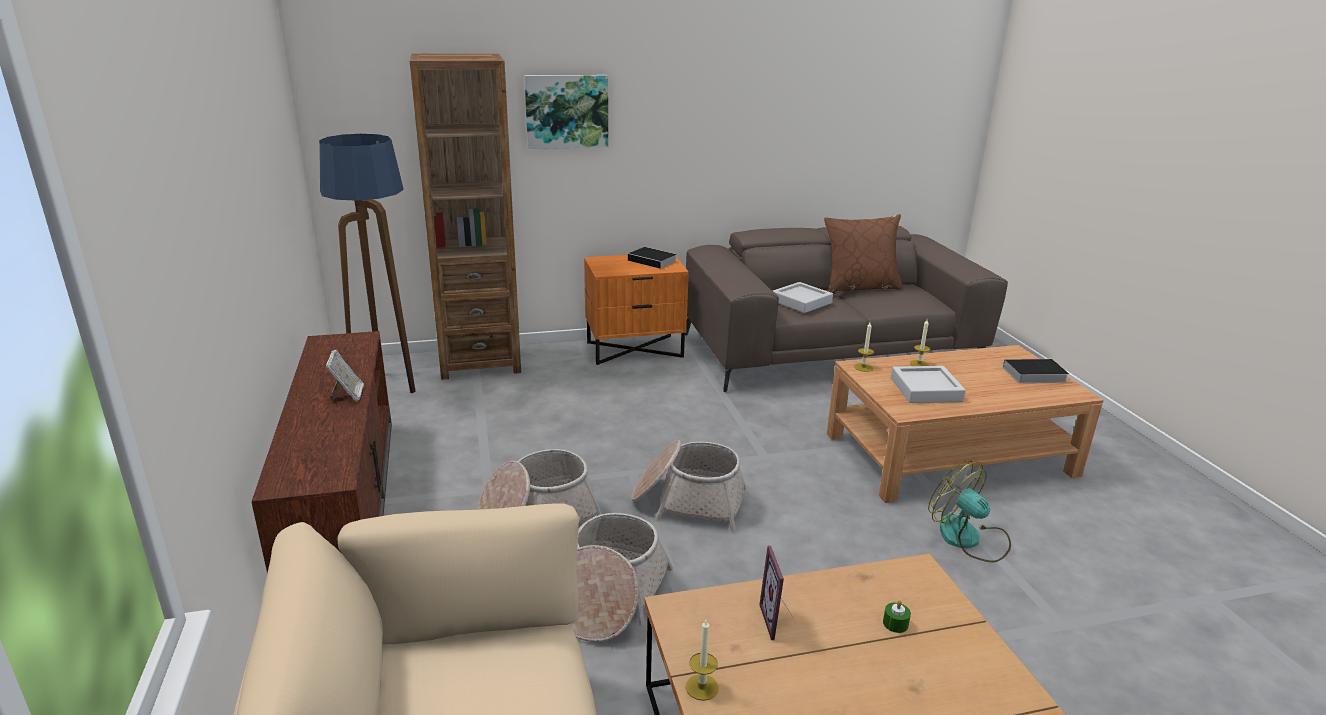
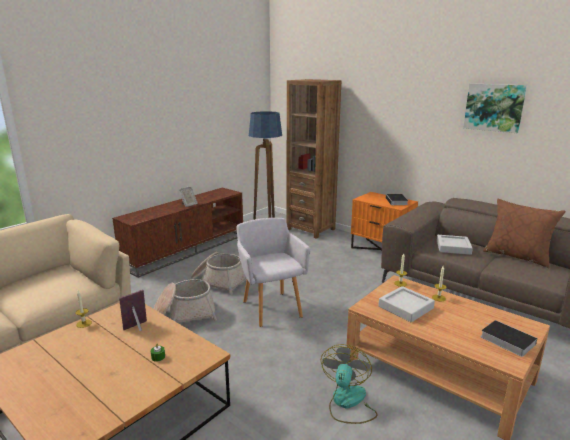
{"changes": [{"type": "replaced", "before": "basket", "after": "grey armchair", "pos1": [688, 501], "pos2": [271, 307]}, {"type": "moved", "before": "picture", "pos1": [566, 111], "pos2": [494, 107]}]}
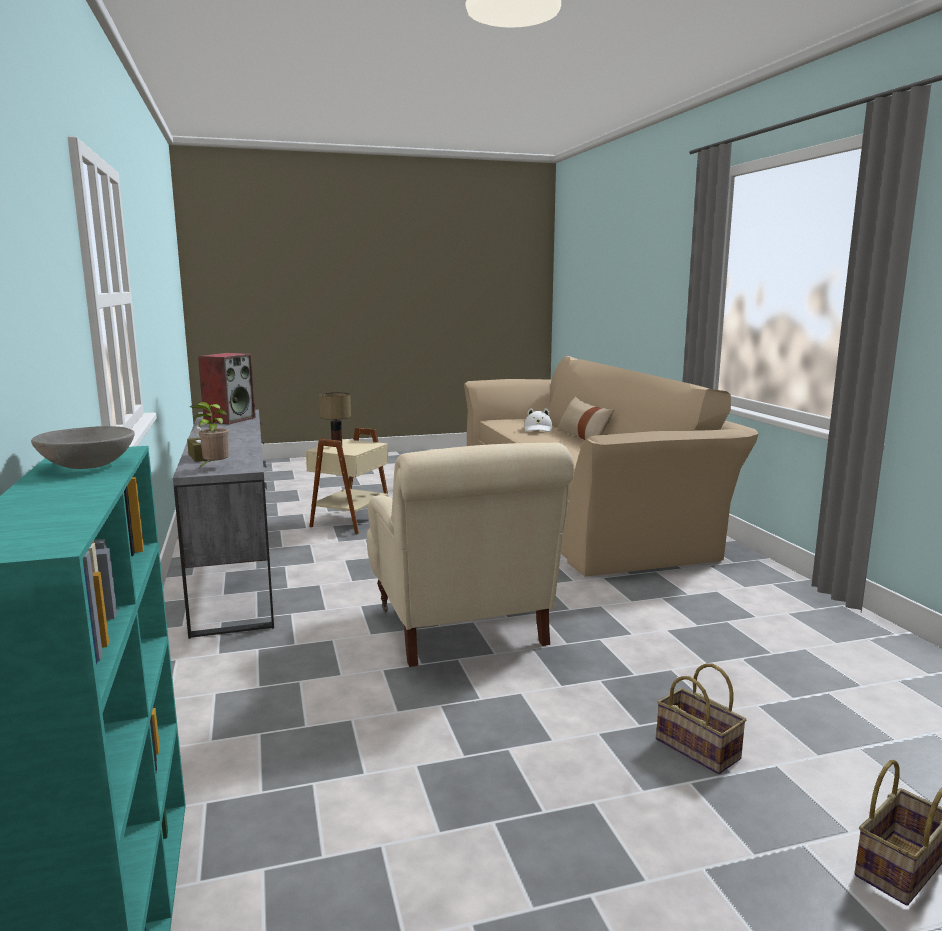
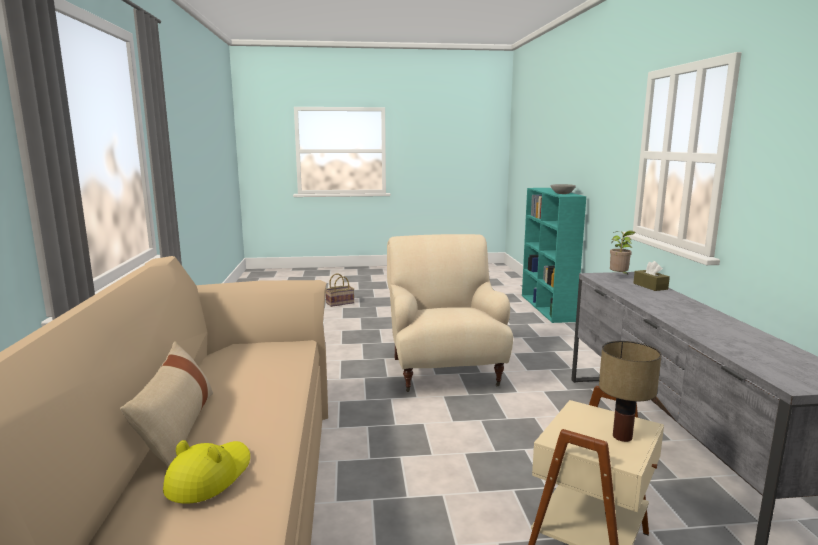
{"changes": [{"type": "recoloured", "before": "white hat", "after": "yellow hat", "pos1": [538, 429], "pos2": [209, 476]}, {"type": "removed", "before": "speaker", "pos1": [230, 419]}, {"type": "removed", "before": "basket", "pos1": [700, 749]}]}
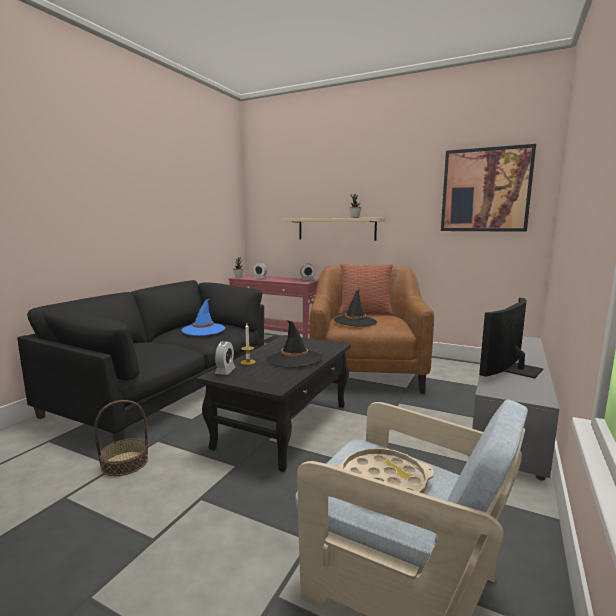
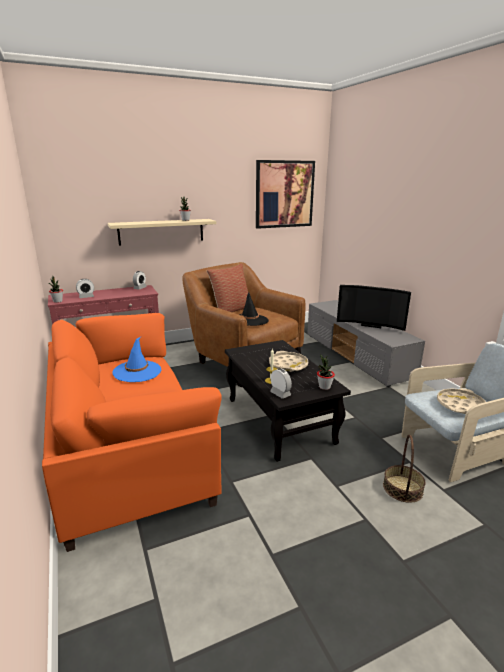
{"changes": [{"type": "recoloured", "before": "black sofa", "after": "orange sofa", "pos1": [166, 388], "pos2": [128, 447]}, {"type": "replaced", "before": "black hat", "after": "beige tray", "pos1": [294, 359], "pos2": [288, 365]}, {"type": "added", "after": "potted plant", "pos2": [324, 387]}, {"type": "turned", "before": "television", "pos1": [515, 368], "pos2": [371, 325], "turn": -60}, {"type": "moved", "before": "basket", "pos1": [124, 463], "pos2": [403, 488]}]}
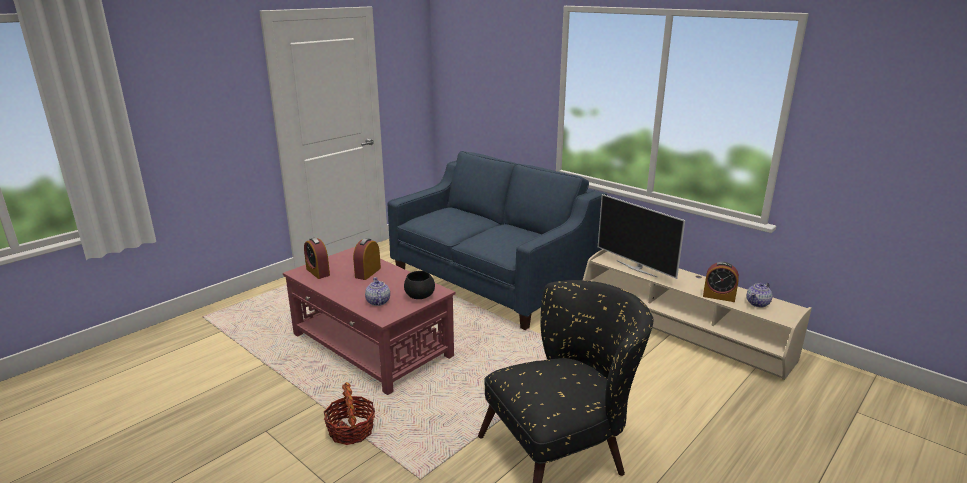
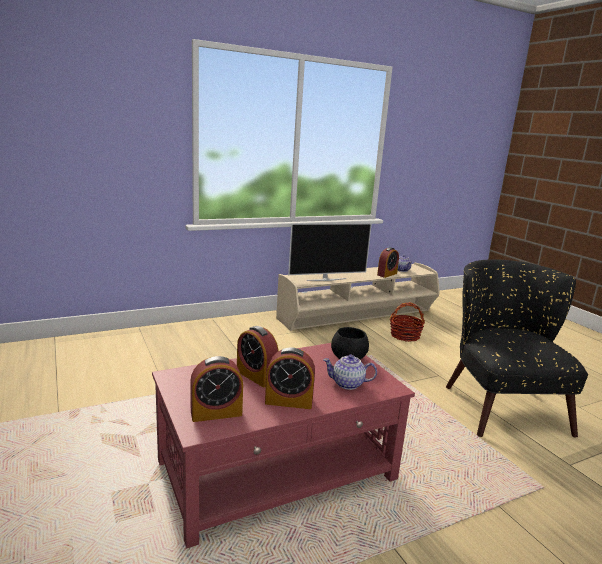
{"changes": [{"type": "added", "after": "alarm clock", "pos2": [289, 401]}, {"type": "moved", "before": "basket", "pos1": [351, 430], "pos2": [405, 335]}, {"type": "removed", "before": "blue sofa", "pos1": [492, 280]}]}
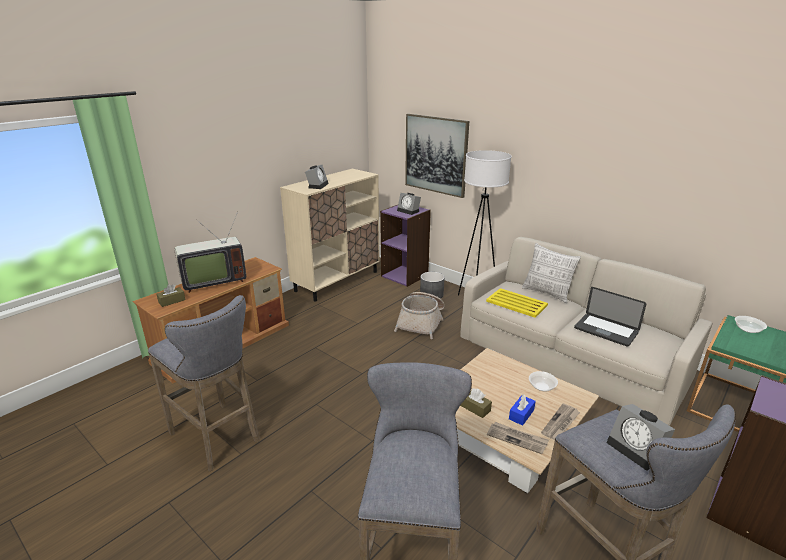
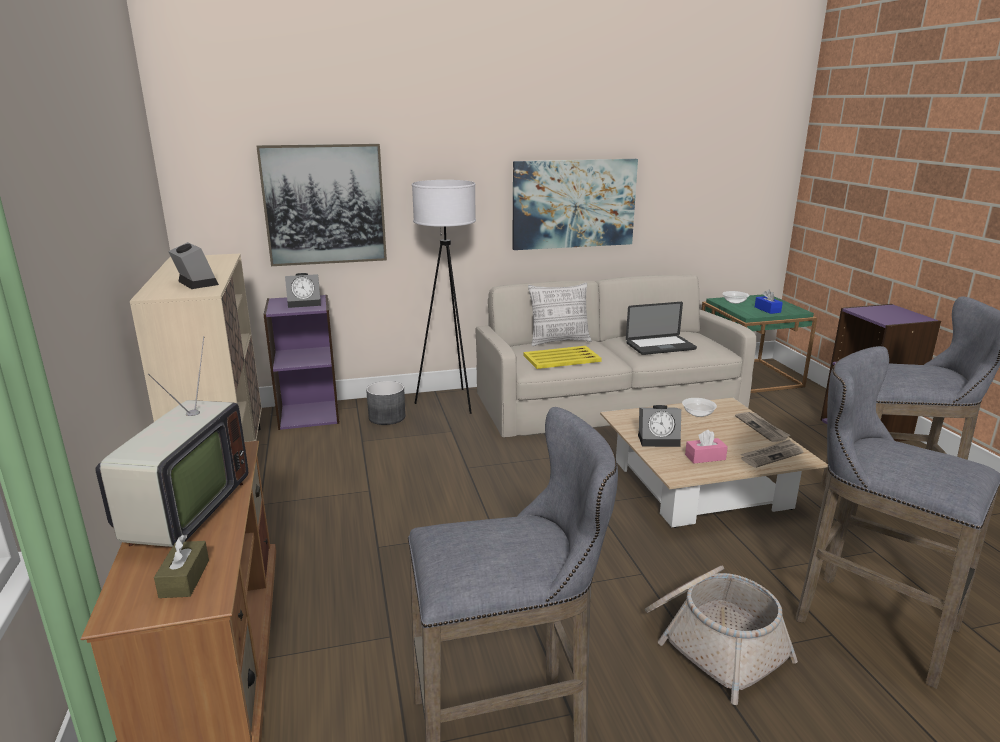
{"changes": [{"type": "added", "after": "picture", "pos2": [574, 204]}, {"type": "moved", "before": "alarm clock", "pos1": [637, 450], "pos2": [659, 439]}, {"type": "moved", "before": "basket", "pos1": [421, 322], "pos2": [712, 642]}, {"type": "recoloured", "before": "brown tissue box", "after": "pink tissue box", "pos1": [475, 408], "pos2": [705, 457]}, {"type": "moved", "before": "blue tissue box", "pos1": [521, 414], "pos2": [767, 310]}]}
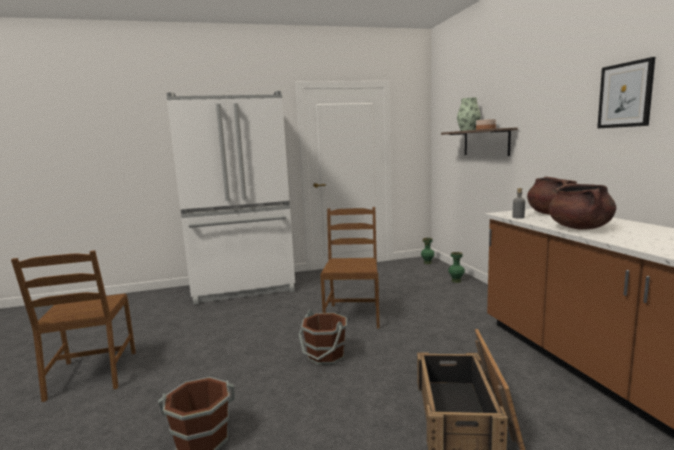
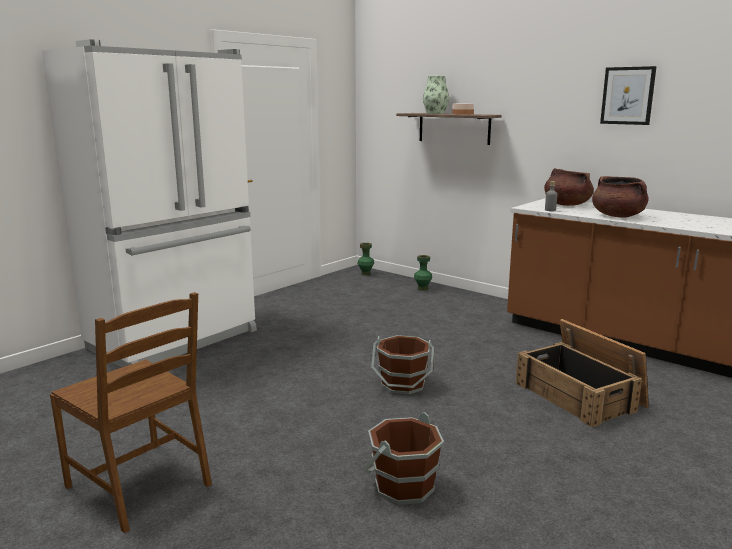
{"changes": [{"type": "removed", "before": "brown chair", "pos1": [353, 315]}]}
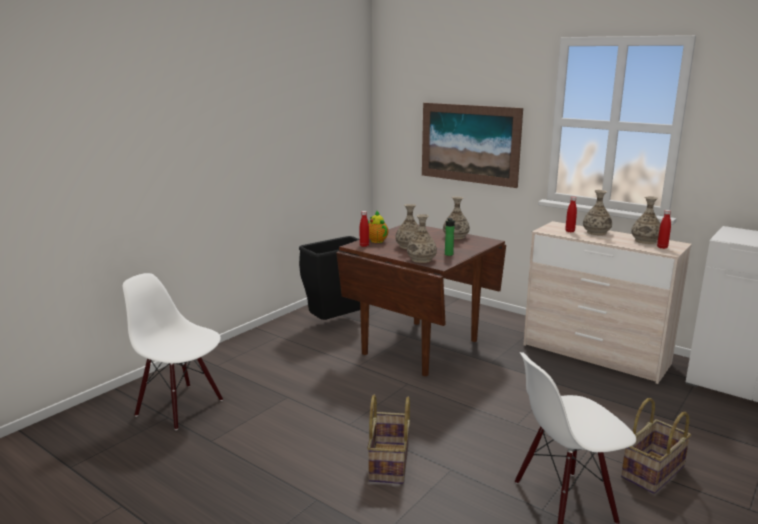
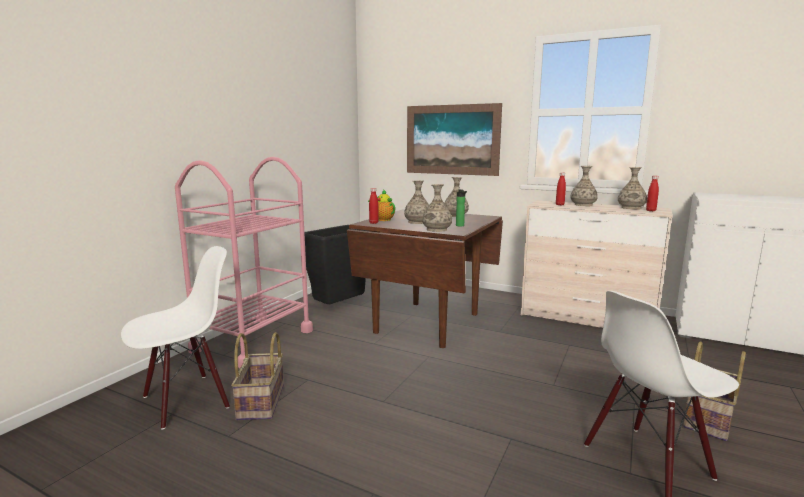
{"changes": [{"type": "turned", "before": "white chair", "pos1": [180, 407], "pos2": [186, 400], "turn": 120}, {"type": "added", "after": "pink cart", "pos2": [253, 341]}, {"type": "moved", "before": "basket", "pos1": [390, 463], "pos2": [262, 402]}]}
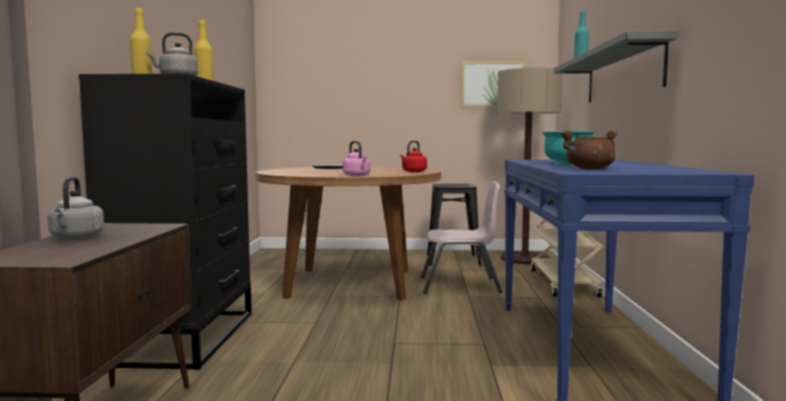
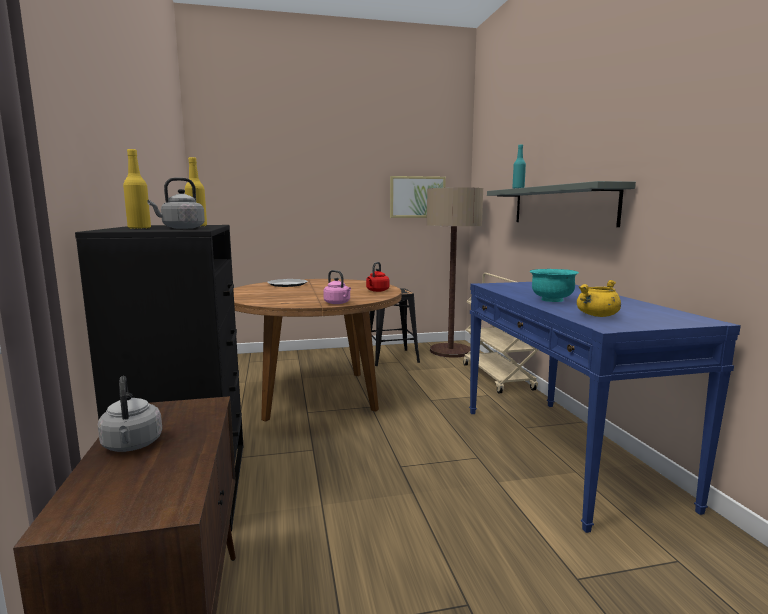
{"changes": [{"type": "recoloured", "before": "brown cooking pot", "after": "yellow cooking pot", "pos1": [589, 169], "pos2": [597, 316]}, {"type": "removed", "before": "pink chair", "pos1": [460, 285]}]}
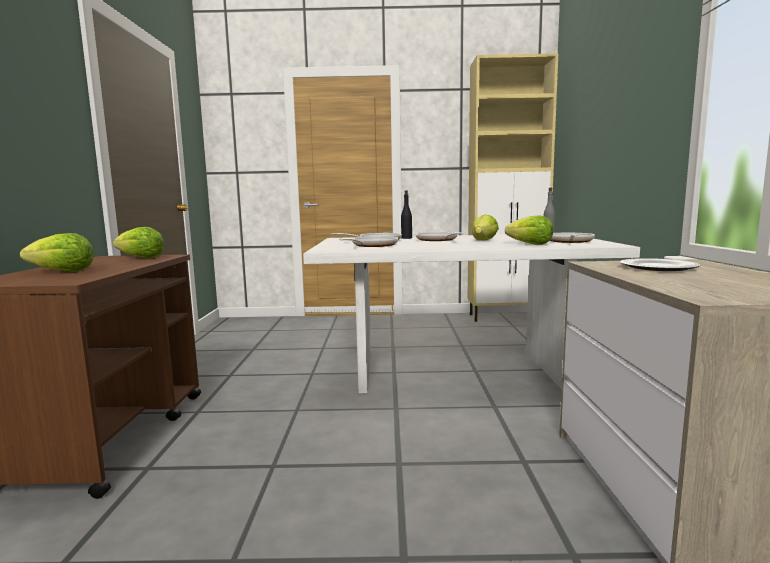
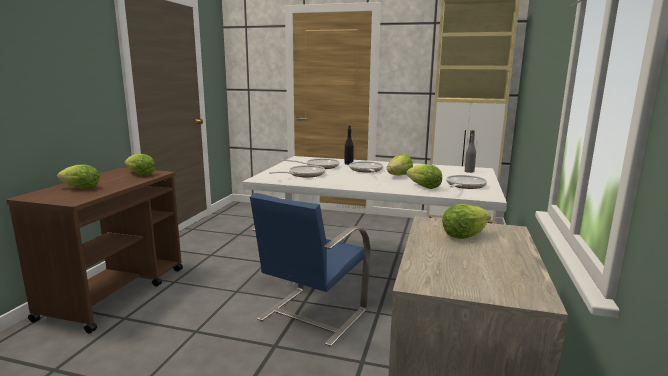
{"changes": [{"type": "added", "after": "blue chair", "pos2": [311, 315]}, {"type": "replaced", "before": "plate", "after": "lettuce", "pos1": [657, 267], "pos2": [463, 235]}]}
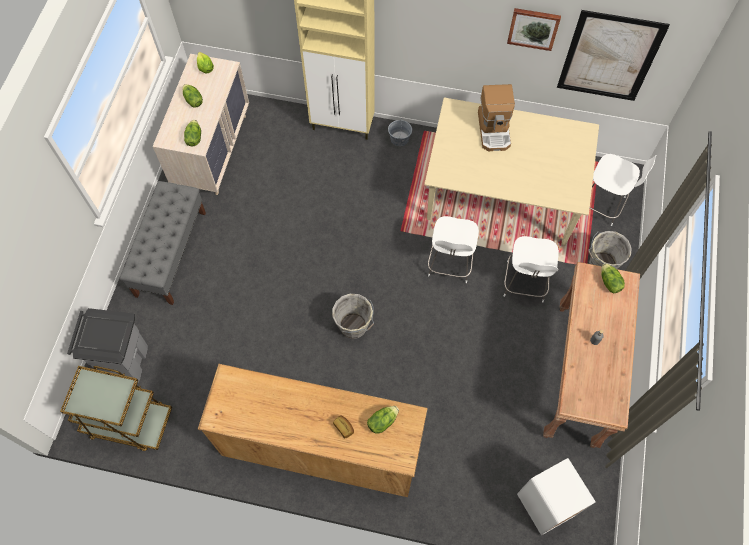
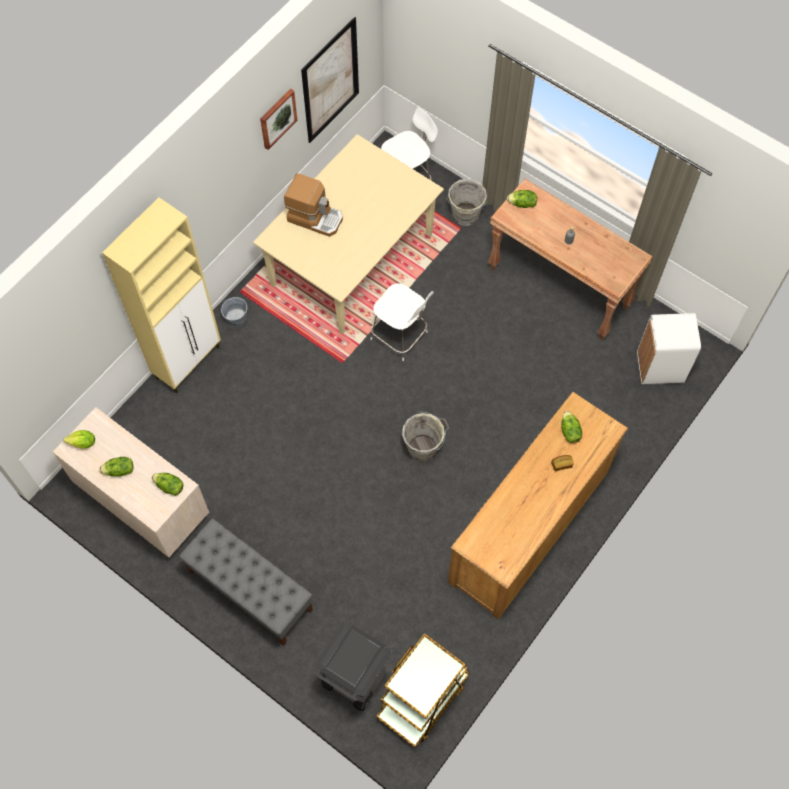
{"changes": [{"type": "removed", "before": "white chair", "pos1": [524, 283]}]}
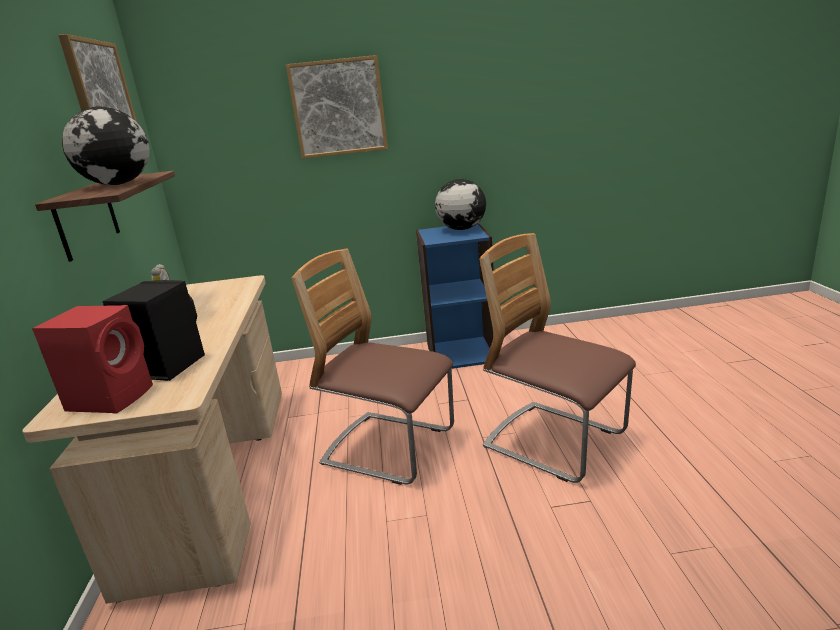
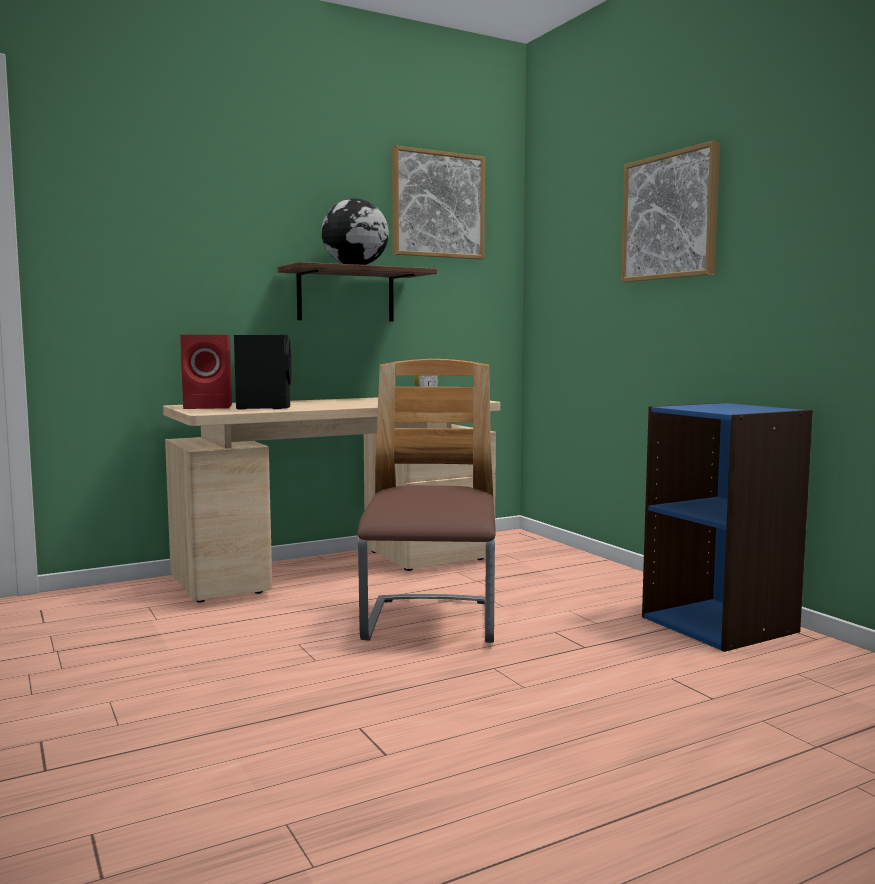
{"changes": [{"type": "removed", "before": "globe", "pos1": [461, 229]}, {"type": "removed", "before": "chair", "pos1": [554, 442]}]}
